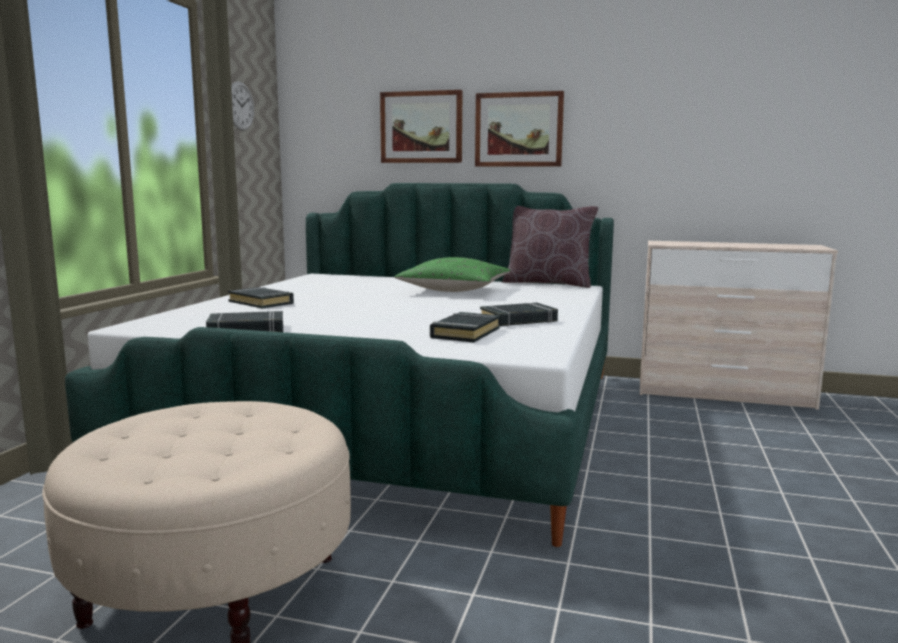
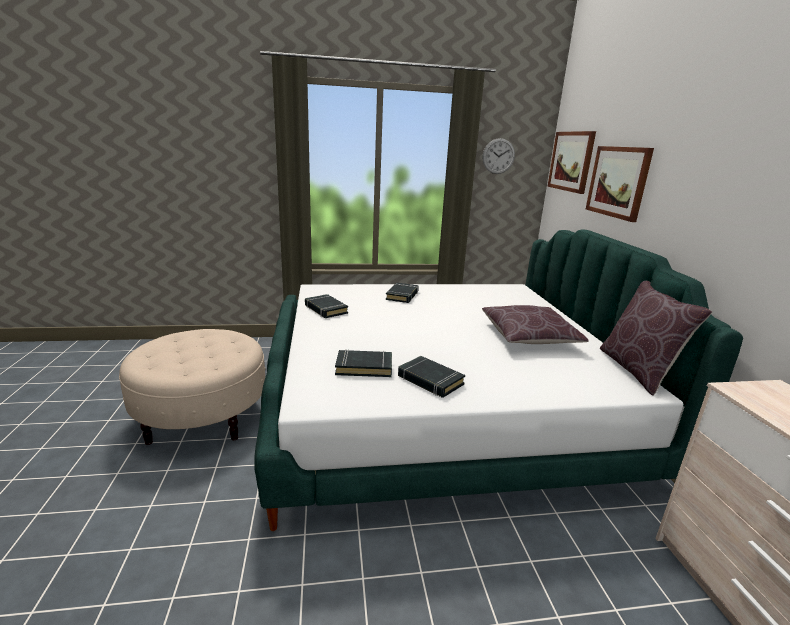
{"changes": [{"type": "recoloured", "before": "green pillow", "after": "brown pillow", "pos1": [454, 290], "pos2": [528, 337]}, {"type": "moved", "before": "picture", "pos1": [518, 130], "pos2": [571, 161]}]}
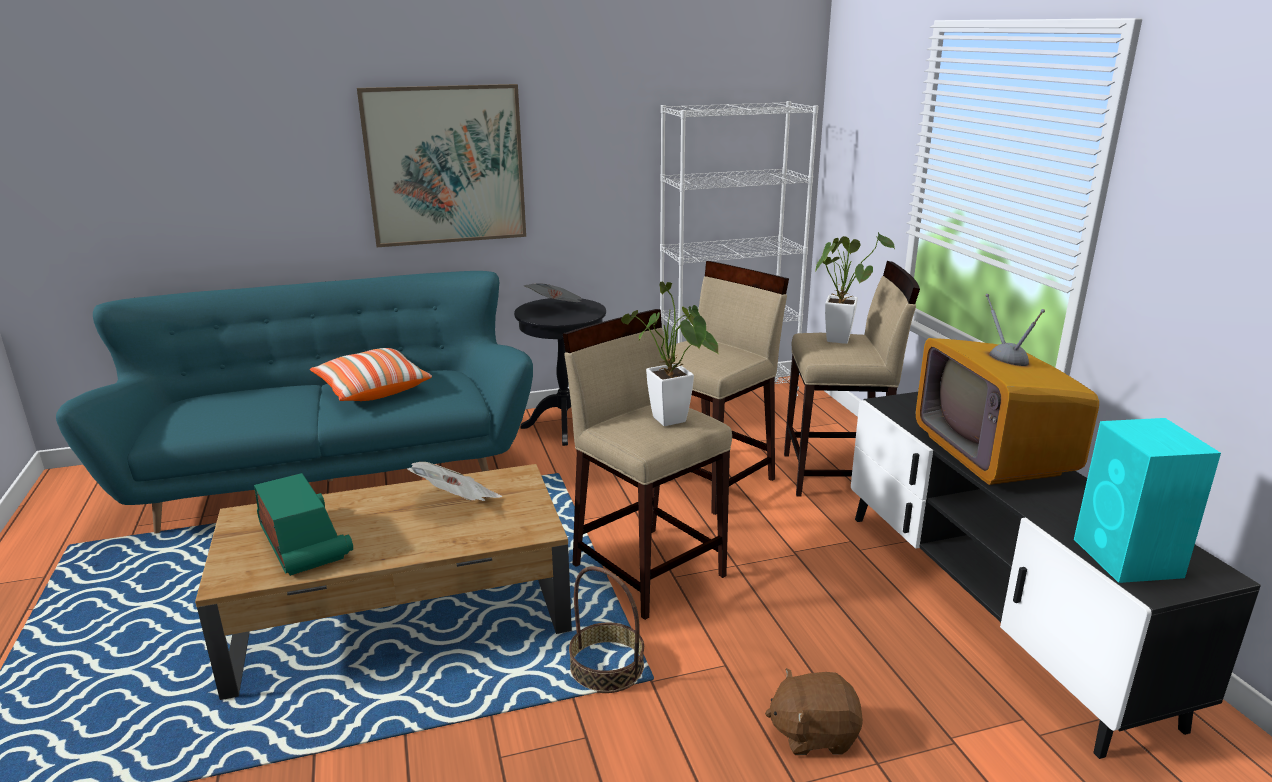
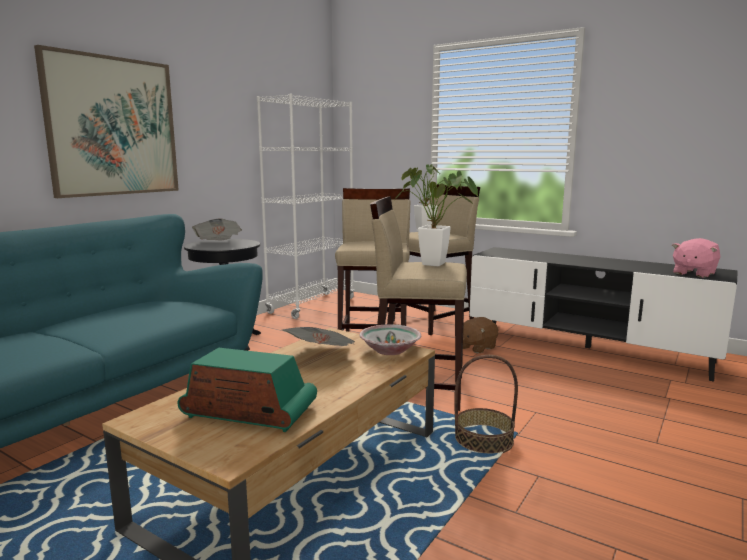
{"changes": [{"type": "added", "after": "bowl", "pos2": [390, 351]}, {"type": "moved", "before": "brown plush toy", "pos1": [813, 733], "pos2": [476, 347]}, {"type": "replaced", "before": "turquoise speaker", "after": "pink plush toy", "pos1": [1128, 559], "pos2": [693, 273]}, {"type": "removed", "before": "pillow", "pos1": [371, 390]}, {"type": "removed", "before": "television", "pos1": [992, 455]}]}
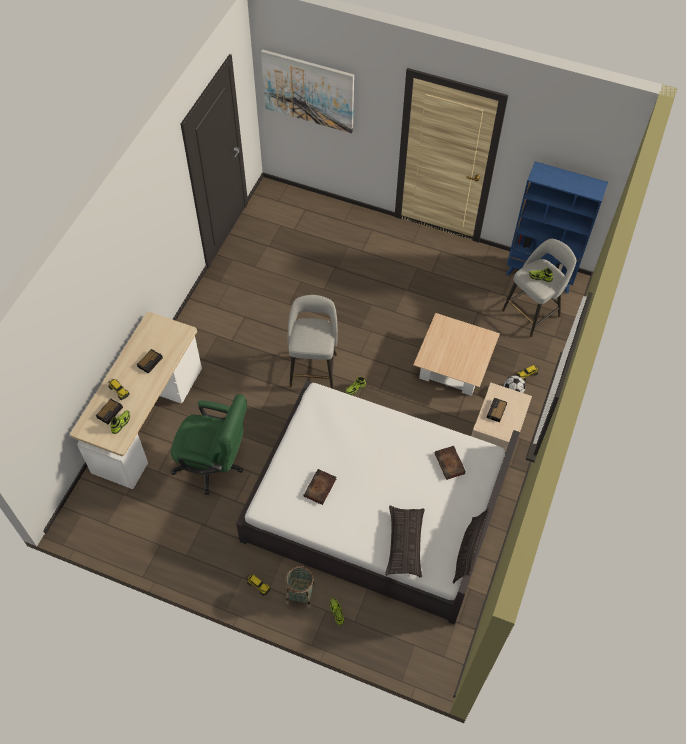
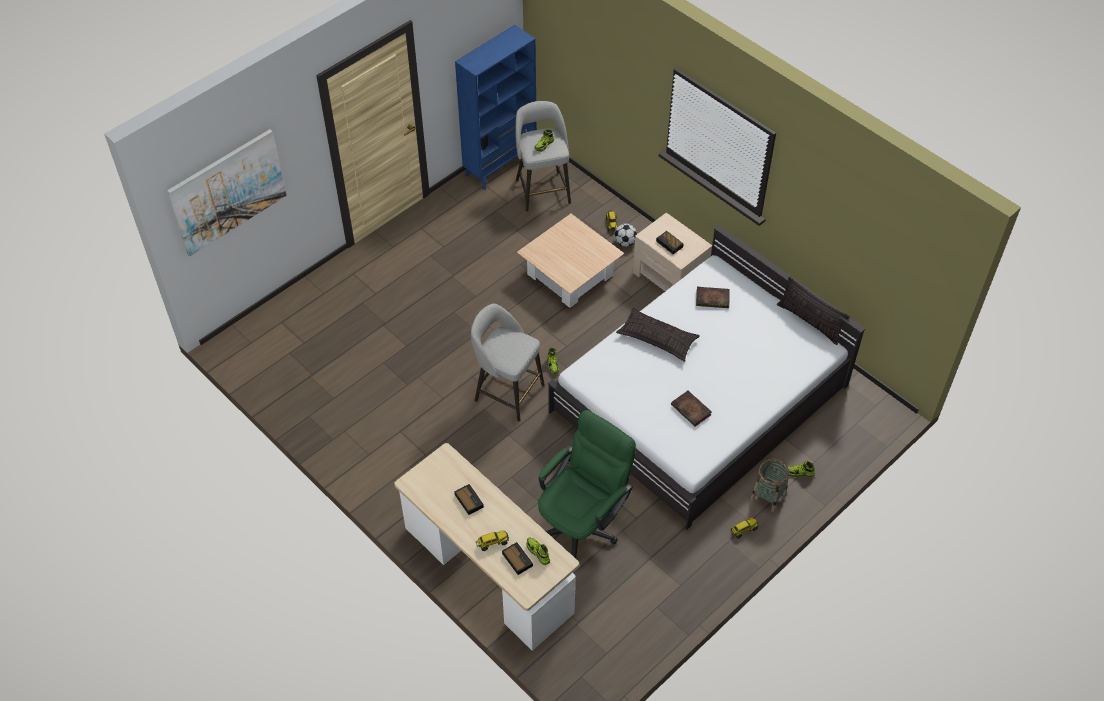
{"changes": [{"type": "moved", "before": "pillow", "pos1": [404, 543], "pos2": [657, 338]}]}
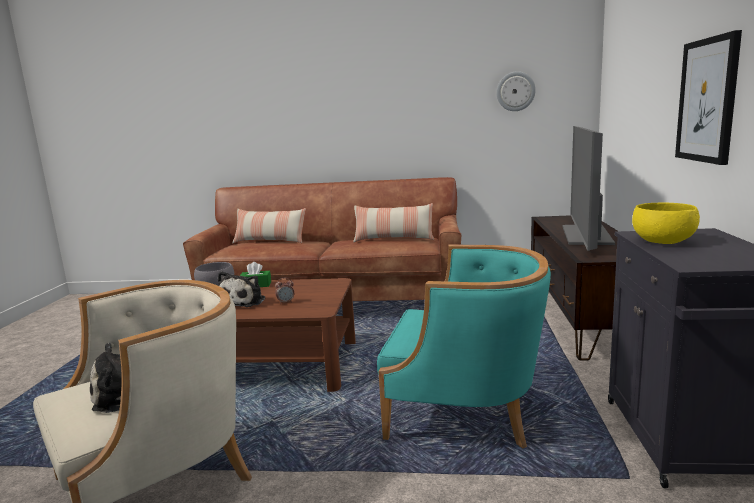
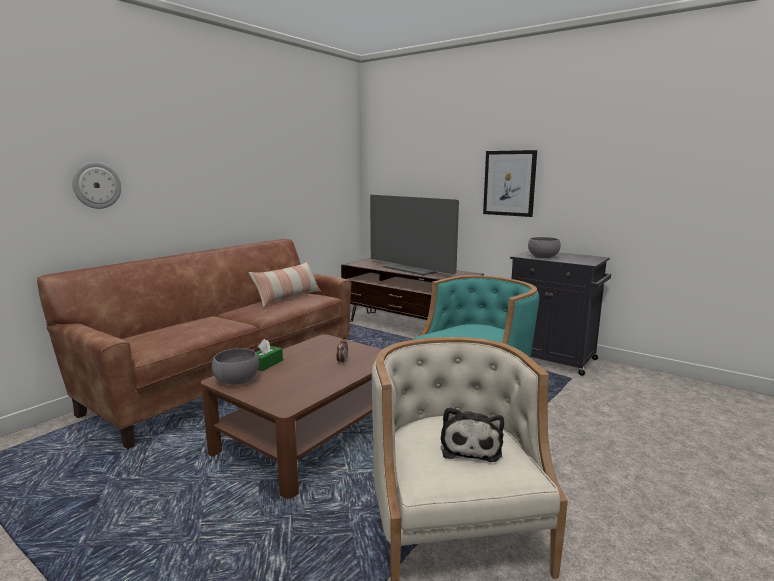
{"changes": [{"type": "moved", "before": "wall clock", "pos1": [515, 91], "pos2": [96, 185]}, {"type": "recoloured", "before": "yellow bowl", "after": "grey bowl", "pos1": [663, 241], "pos2": [543, 257]}, {"type": "removed", "before": "plush toy", "pos1": [244, 301]}, {"type": "removed", "before": "pillow", "pos1": [270, 241]}]}
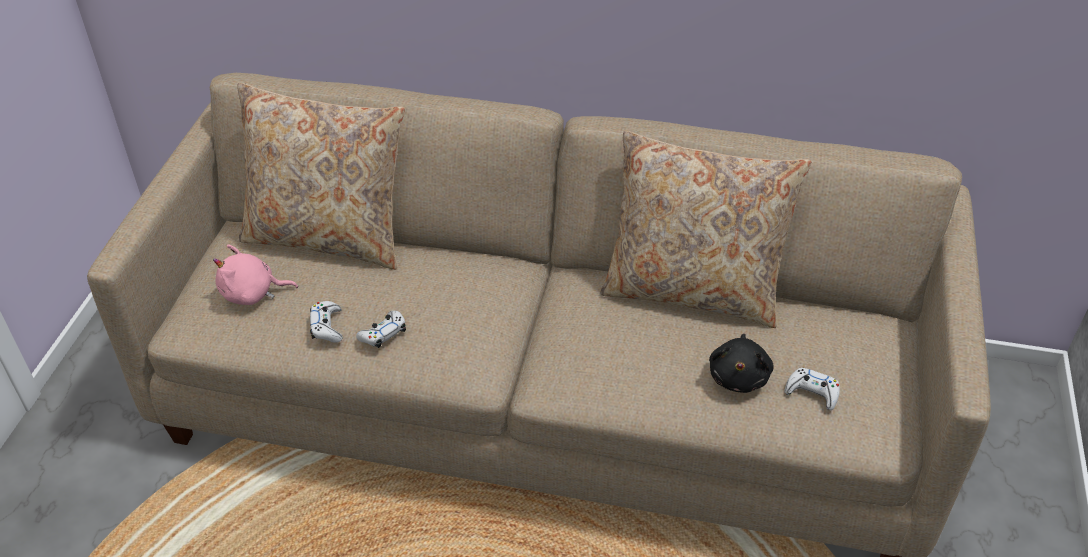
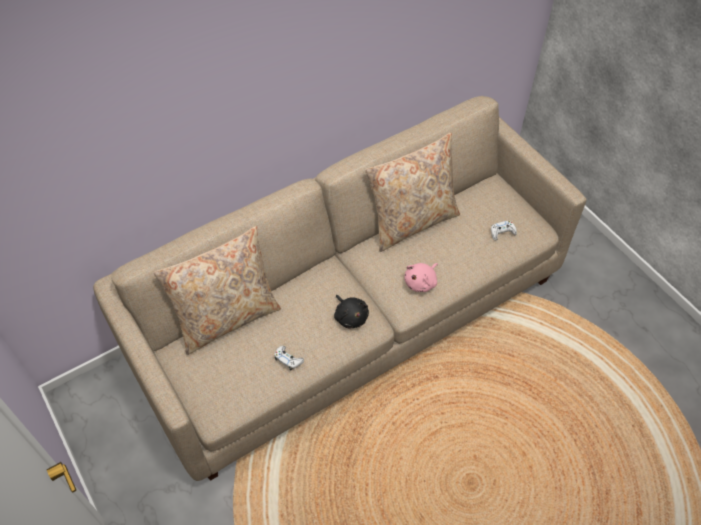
{"changes": [{"type": "moved", "before": "black plush toy", "pos1": [739, 376], "pos2": [350, 316]}, {"type": "moved", "before": "pink plush toy", "pos1": [252, 293], "pos2": [421, 282]}, {"type": "removed", "before": "white game controller", "pos1": [383, 333]}]}
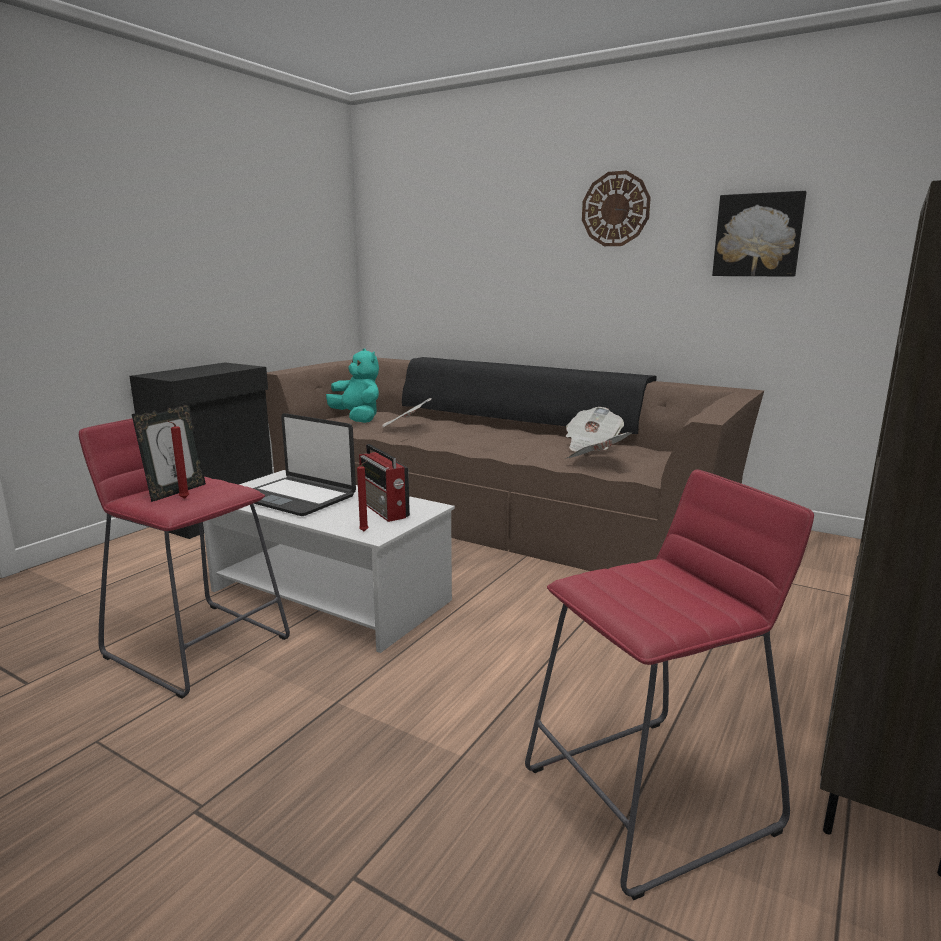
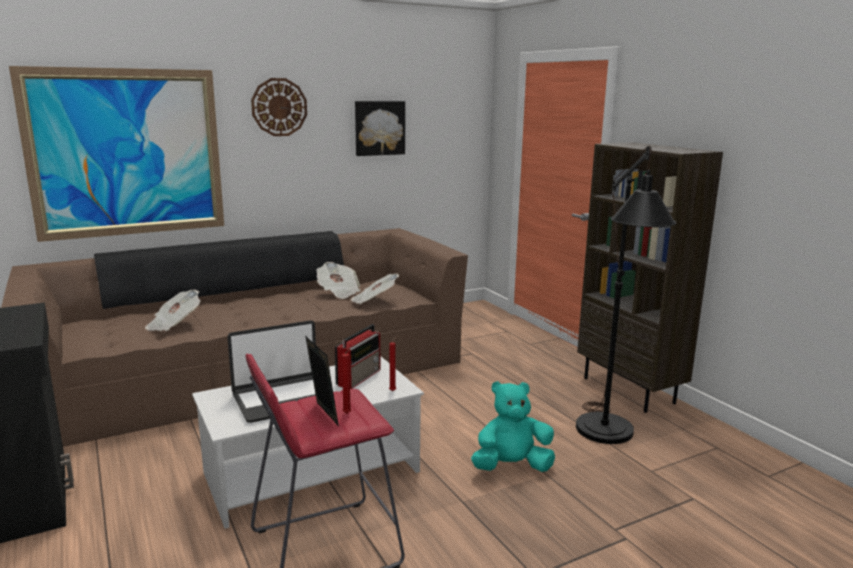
{"changes": [{"type": "added", "after": "picture", "pos2": [127, 153]}, {"type": "turned", "before": "radio", "pos1": [384, 510], "pos2": [359, 377], "turn": -60}, {"type": "moved", "before": "turquoise plush toy", "pos1": [357, 419], "pos2": [511, 466]}, {"type": "replaced", "before": "red stool", "after": "black floor lamp", "pos1": [649, 798], "pos2": [607, 438]}]}
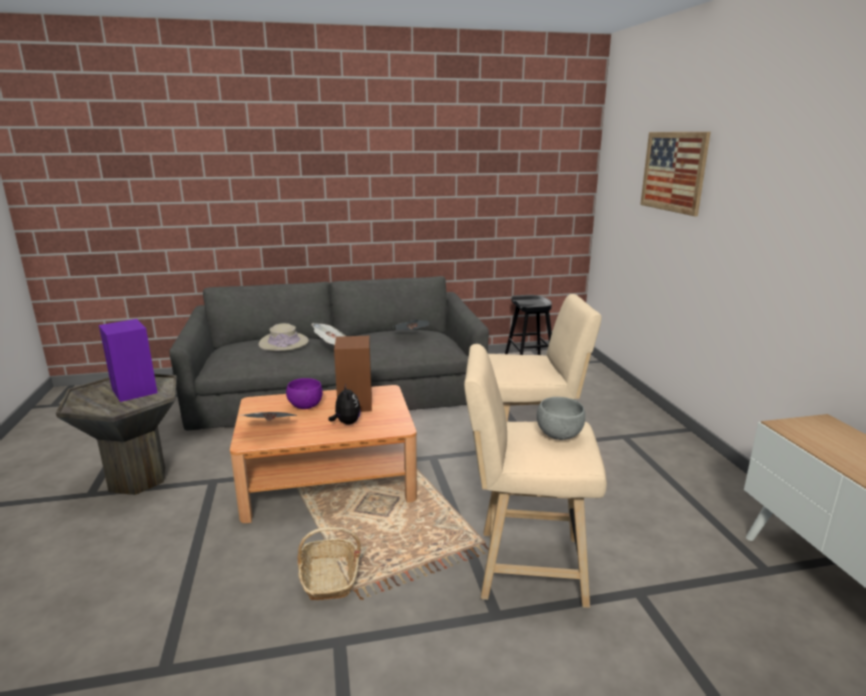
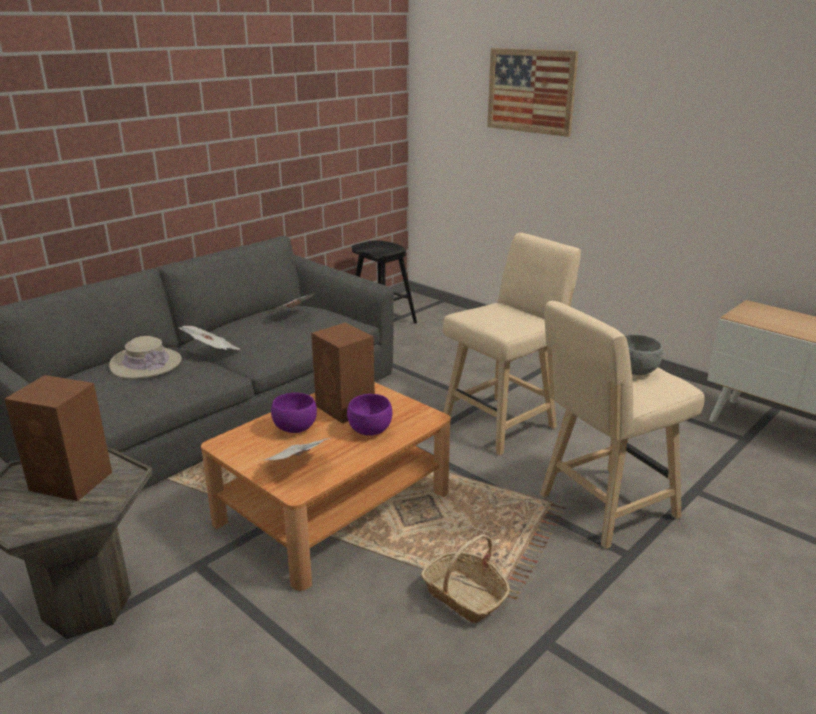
{"changes": [{"type": "recoloured", "before": "purple speaker", "after": "brown speaker", "pos1": [134, 391], "pos2": [72, 481]}, {"type": "replaced", "before": "plush toy", "after": "purple bowl", "pos1": [346, 423], "pos2": [369, 431]}]}
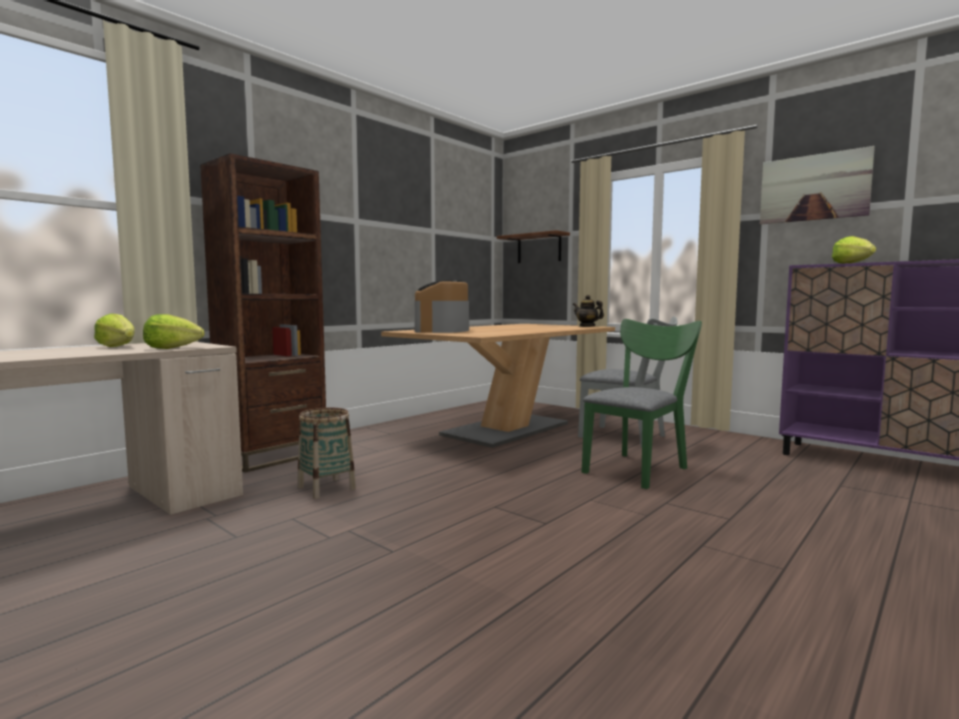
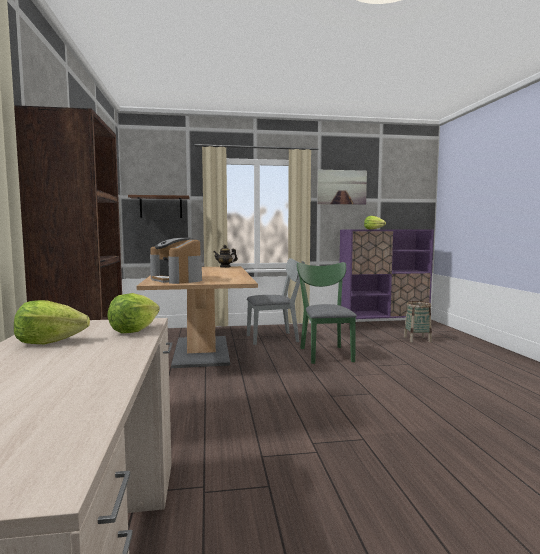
{"changes": [{"type": "moved", "before": "basket", "pos1": [326, 488], "pos2": [417, 339]}]}
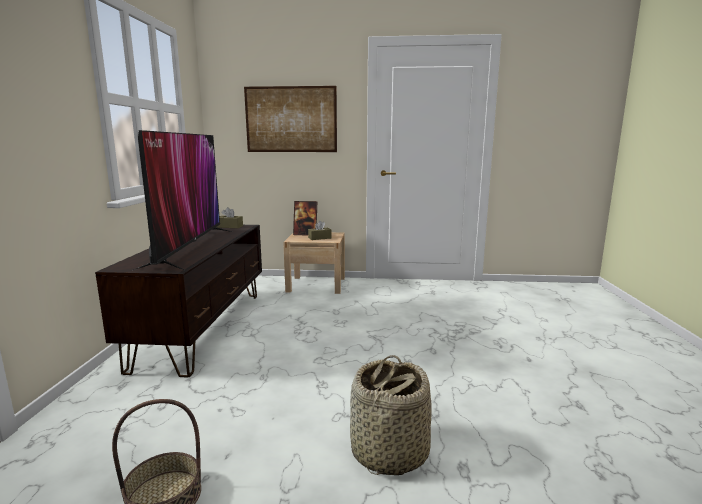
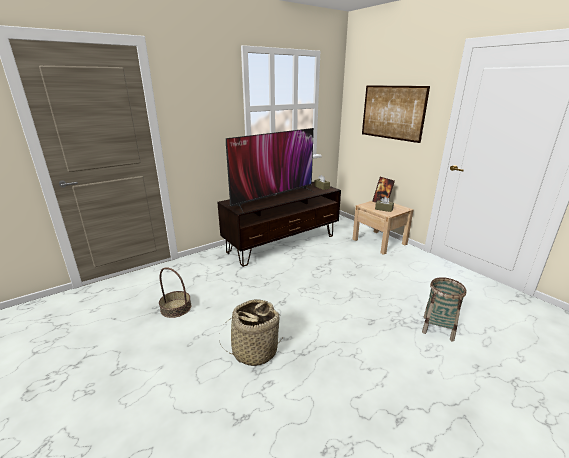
{"changes": [{"type": "added", "after": "basket", "pos2": [438, 328]}]}
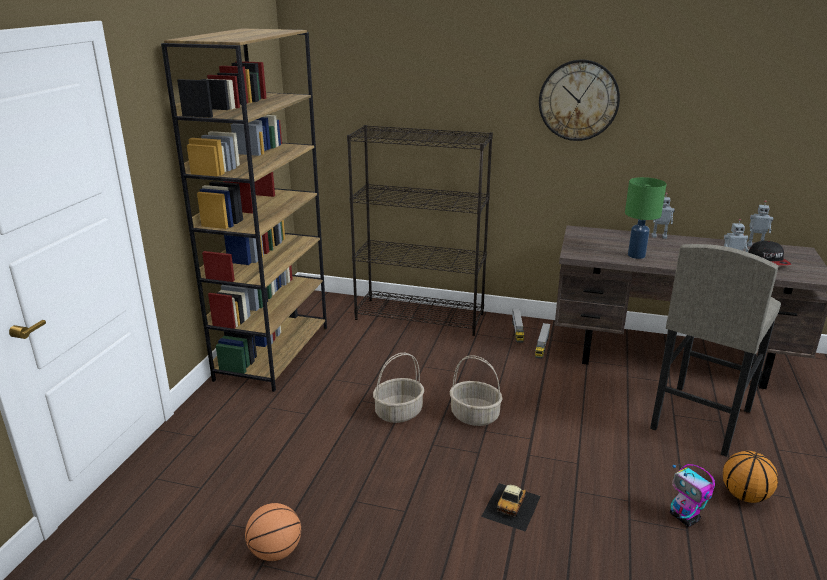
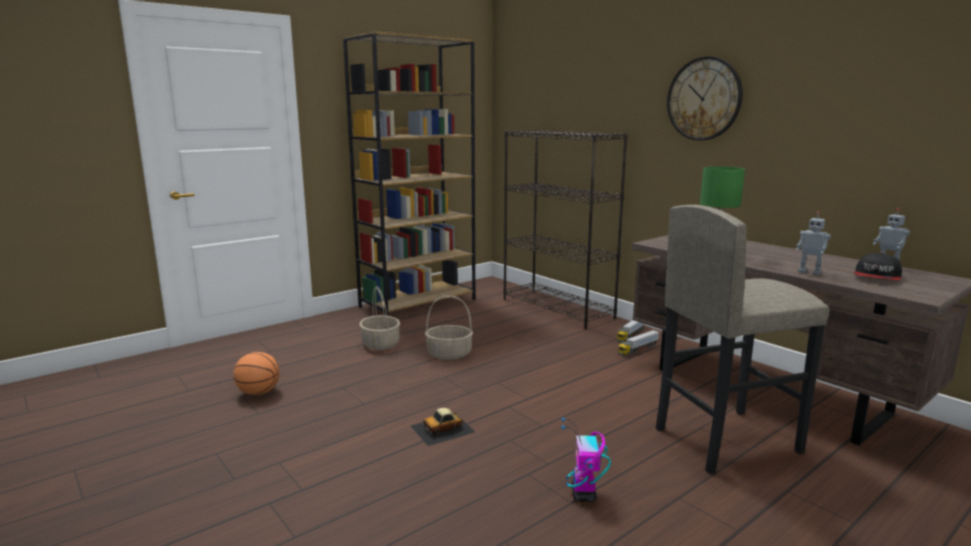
{"changes": [{"type": "moved", "before": "basket", "pos1": [475, 415], "pos2": [381, 344]}, {"type": "removed", "before": "toy robot", "pos1": [659, 236]}, {"type": "removed", "before": "basketball", "pos1": [745, 495]}]}
